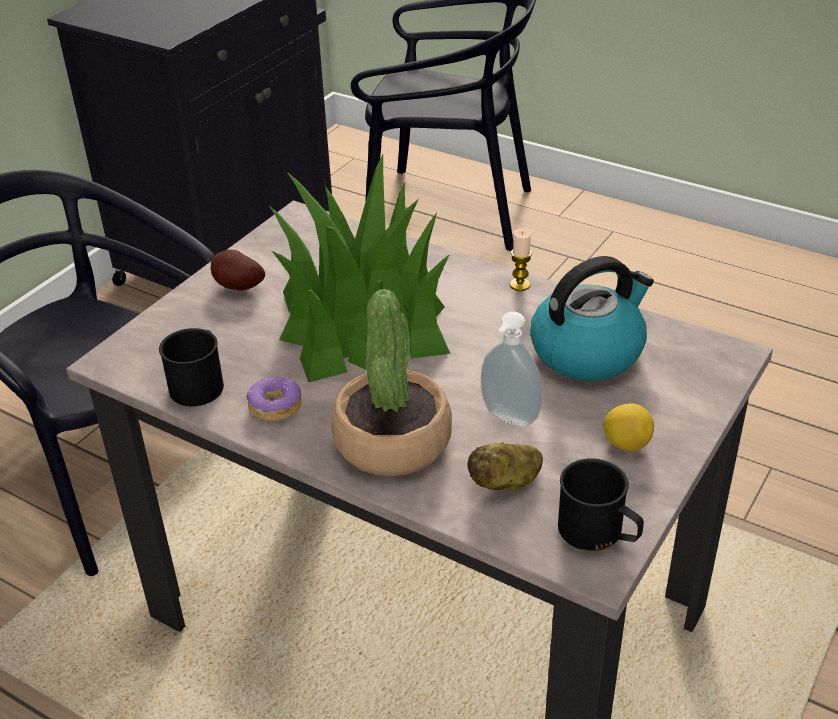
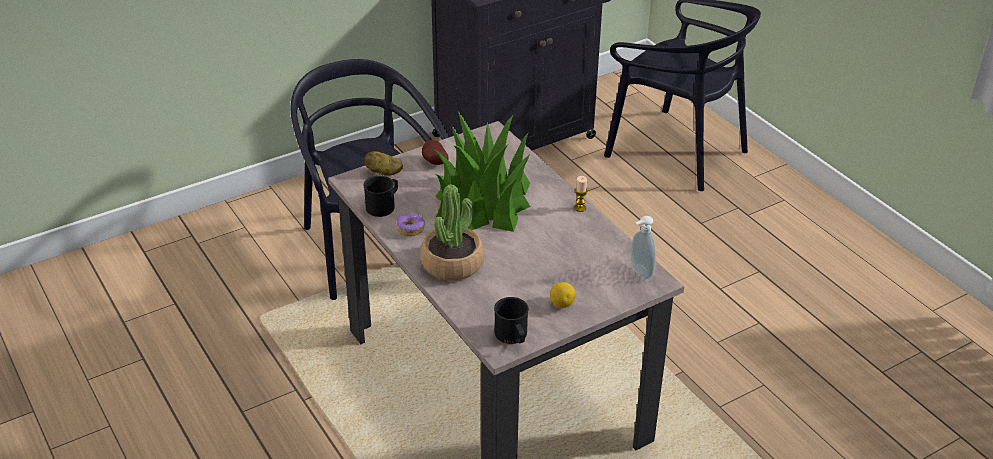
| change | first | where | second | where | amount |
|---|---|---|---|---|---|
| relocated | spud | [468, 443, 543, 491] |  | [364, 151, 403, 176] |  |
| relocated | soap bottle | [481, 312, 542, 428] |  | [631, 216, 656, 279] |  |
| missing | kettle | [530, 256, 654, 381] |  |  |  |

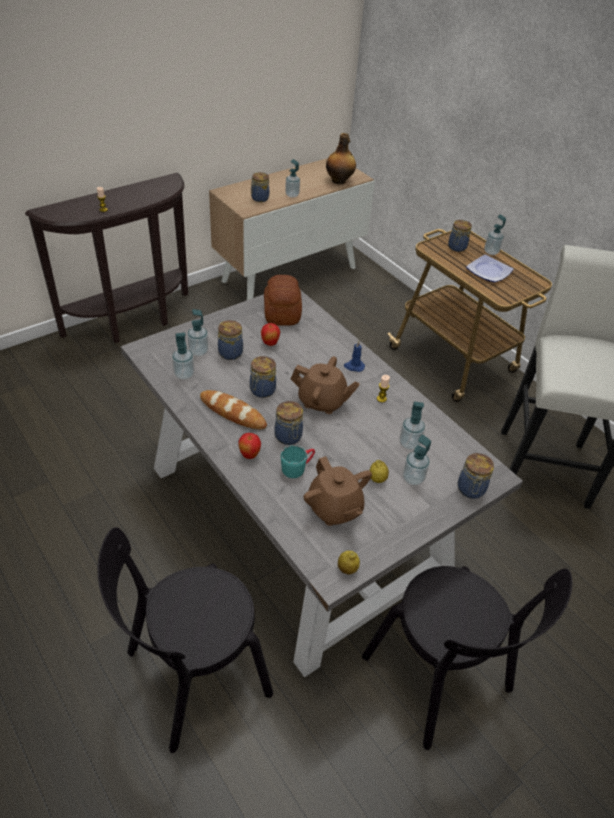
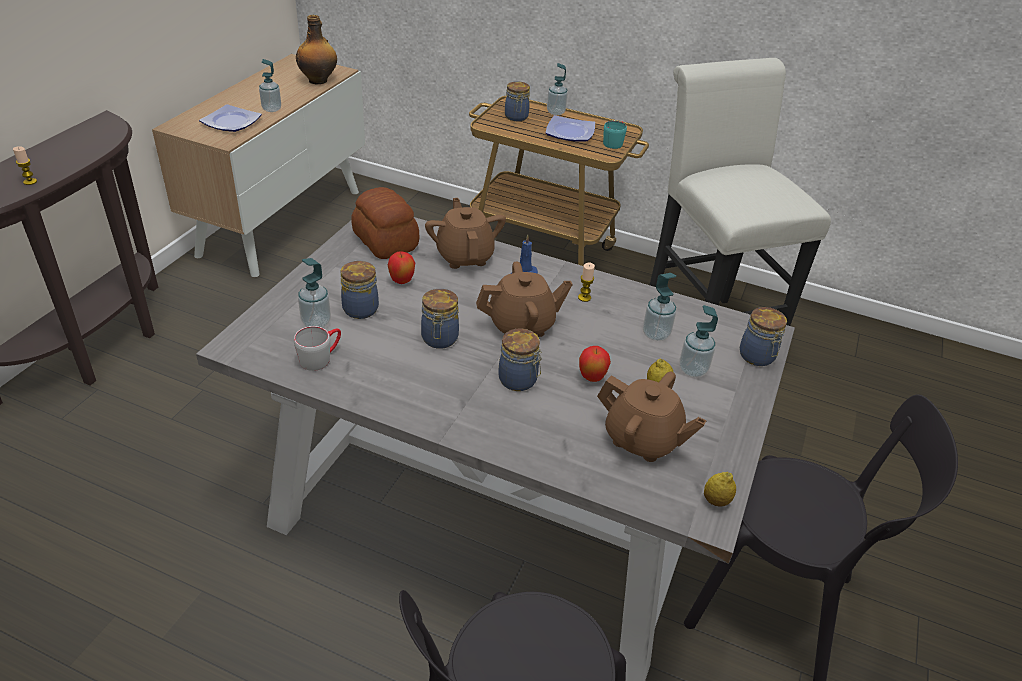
| change | first | where | second | where | amount |
|---|---|---|---|---|---|
| exchanged | jar | [250, 172, 269, 202] | dinner plate | [199, 104, 262, 132] |  |
| exchanged | soap bottle | [172, 332, 194, 380] | gray coffee mug | [294, 326, 341, 371] |  |
| appeared |  |  | brown-coloured teapot | [425, 198, 506, 269] |  |
| relocated | apple fruit | [238, 433, 261, 459] |  | [579, 346, 611, 382] |  |
| relocated | blue-green coffee mug | [281, 445, 315, 478] |  | [603, 121, 627, 149] |  |
| missing | bread | [200, 390, 267, 429] |  |  |  |

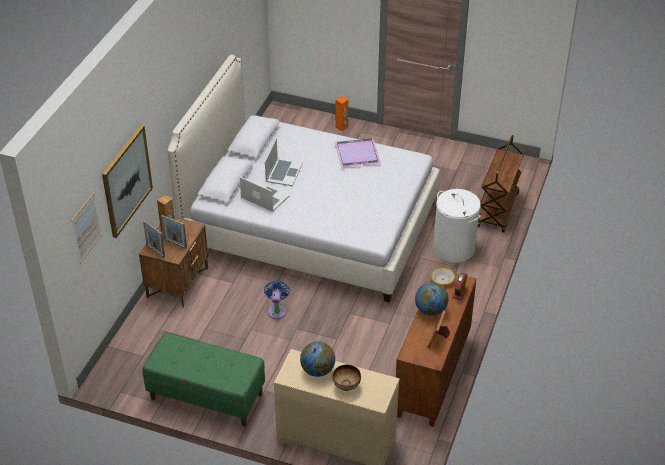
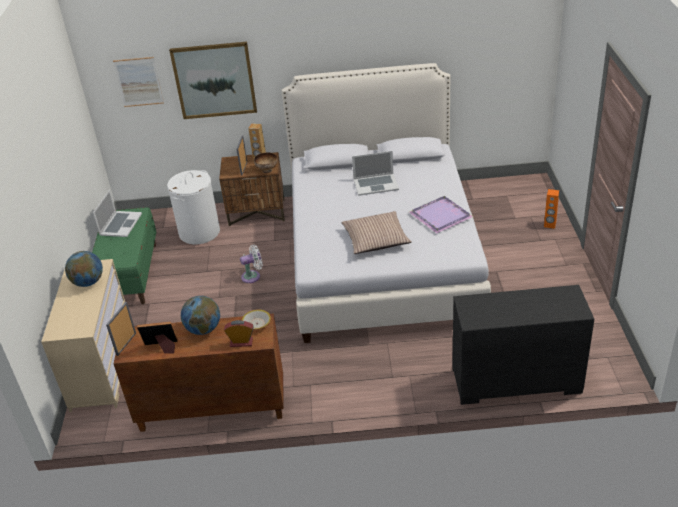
| change | first | where | second | where | amount |
|---|---|---|---|---|---|
| relocated | portable computer | [240, 177, 289, 212] |  | [93, 190, 142, 237] |  |
| relocated | picture frame | [143, 221, 165, 258] |  | [106, 302, 136, 356] |  |
| relocated | whitish washing basket | [433, 189, 481, 263] |  | [167, 170, 220, 244] |  |
| colour | blue-coloured fan | [264, 280, 290, 319] | whitish fan | [240, 245, 263, 283] |  |
| relocated | serving bowl | [332, 365, 361, 391] |  | [254, 152, 278, 173] |  |
| appeared |  |  | cushion | [341, 211, 412, 254] |  |
| exchanged | brown-coloured cart | [478, 135, 524, 233] | black-coloured chest of drawers | [452, 285, 594, 405] |  |

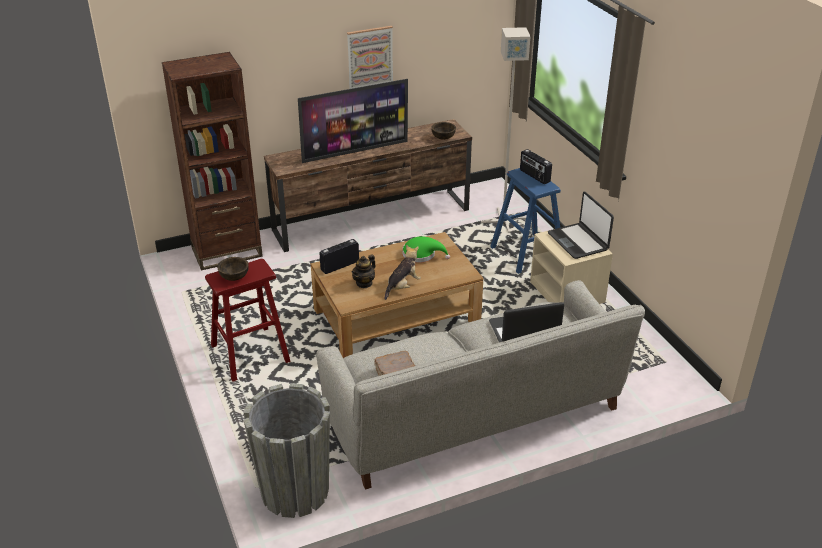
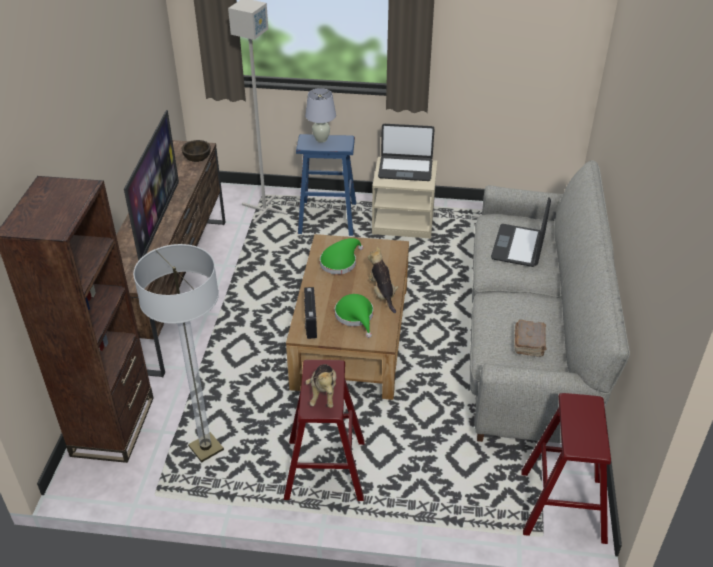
| change | first | where | second | where | amount |
|---|---|---|---|---|---|
| appeared |  |  | standing lamp | [133, 244, 224, 463] |  |
| exchanged | radio set | [520, 149, 552, 184] | whitish lamp for a table | [305, 88, 336, 143] |  |
| exchanged | brown-coloured serving bowl | [217, 257, 249, 281] | plush toy | [306, 364, 337, 408] |  |
| exchanged | teapot | [351, 254, 376, 288] | greenish clothing hat | [335, 294, 373, 338] |  |
| exchanged | gray flower pot | [243, 383, 330, 518] | red-coloured stool | [521, 393, 611, 544] |  |
| missing | wall picture | [347, 26, 393, 89] |  |  |  |

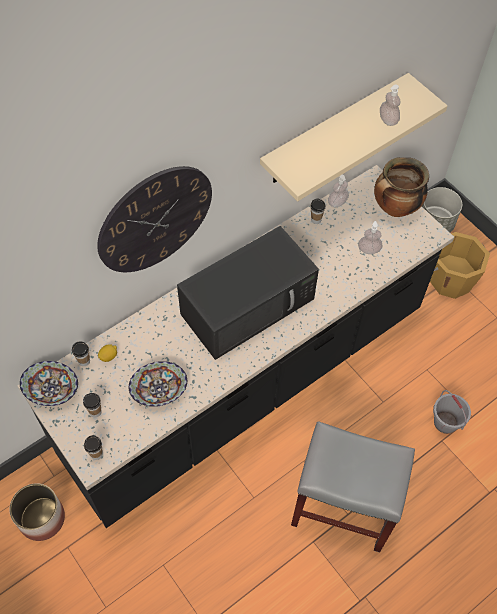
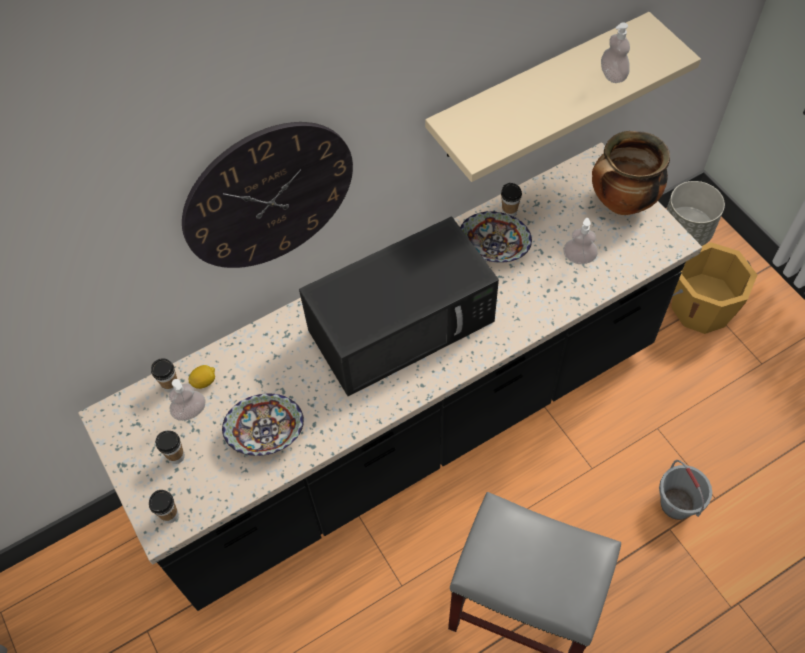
| change | first | where | second | where | amount |
|---|---|---|---|---|---|
| relocated | soap bottle | [328, 175, 349, 207] |  | [169, 379, 206, 421] |  |
| relocated | serving bowl | [20, 361, 78, 406] |  | [460, 211, 532, 263] |  |
| missing | flower pot | [10, 483, 65, 541] |  |  |  |

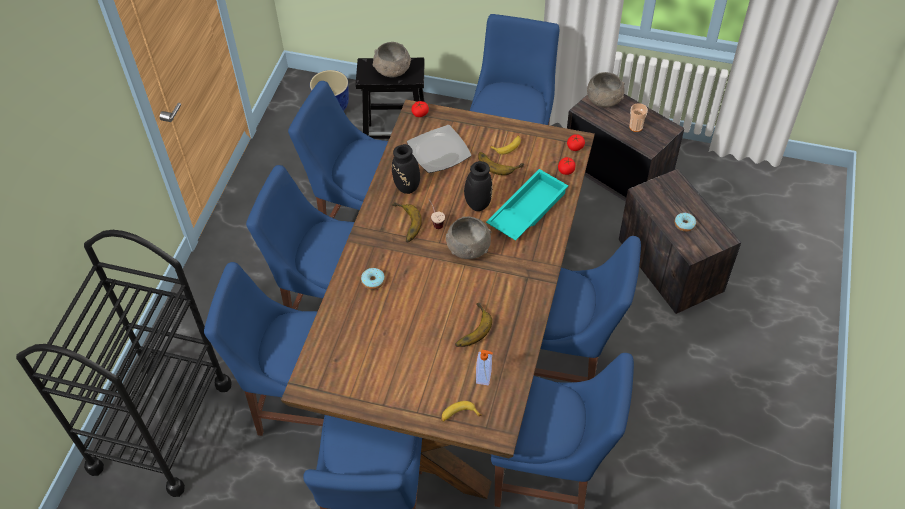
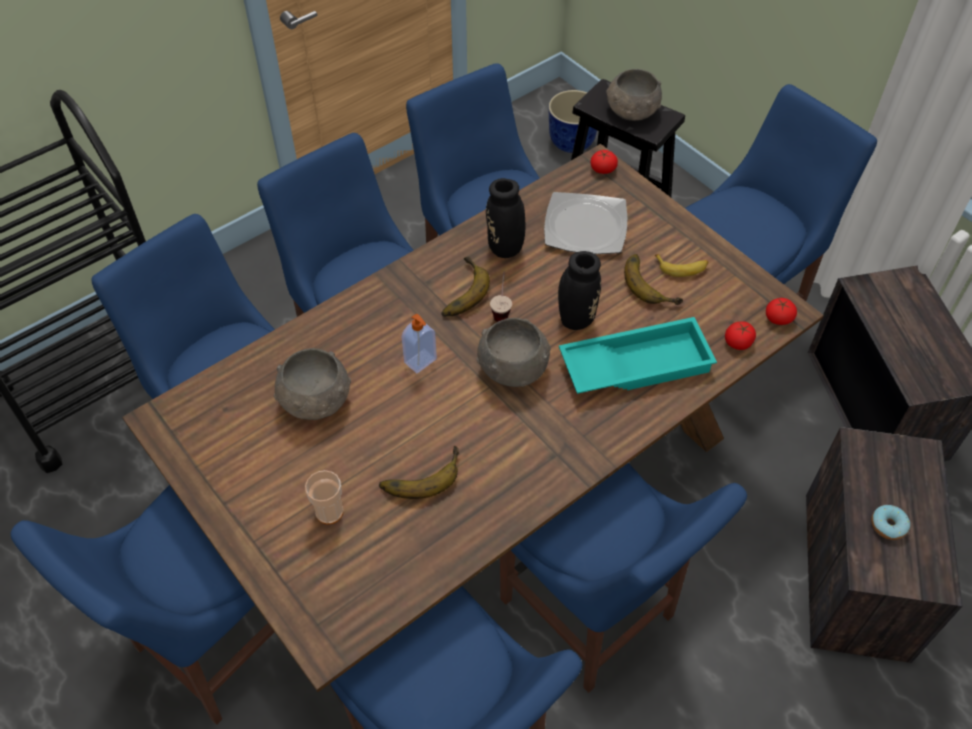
| change | first | where | second | where | amount |
|---|---|---|---|---|---|
| relocated | gray serving bowl | [587, 72, 625, 107] |  | [274, 348, 351, 420] |  |
| relocated | cup | [629, 103, 648, 132] |  | [305, 470, 343, 525] |  |
| relocated | soap bottle | [476, 350, 493, 385] |  | [402, 313, 437, 373] |  |
| missing | ring doughnut | [361, 268, 385, 290] |  |  |  |
| missing | whole banana | [441, 401, 481, 422] |  |  |  |

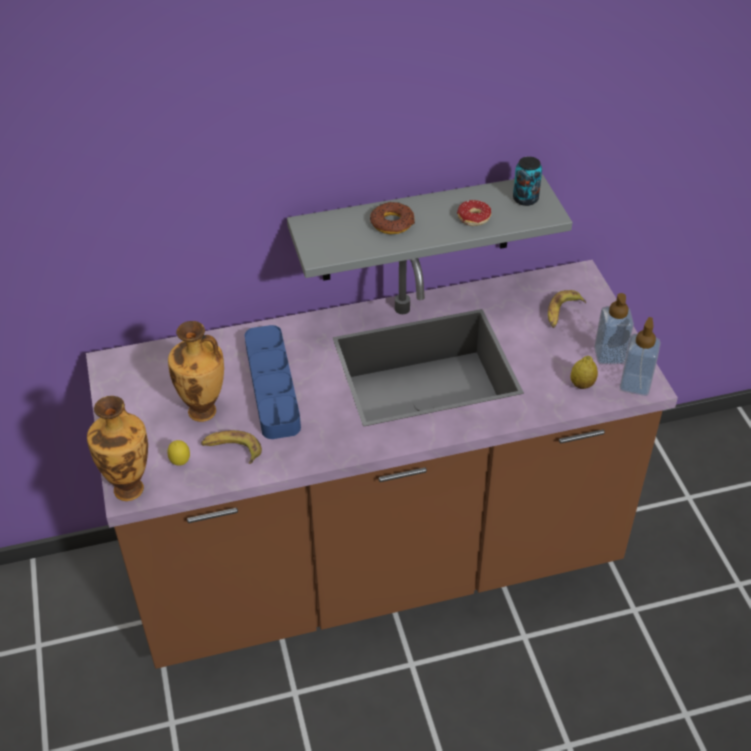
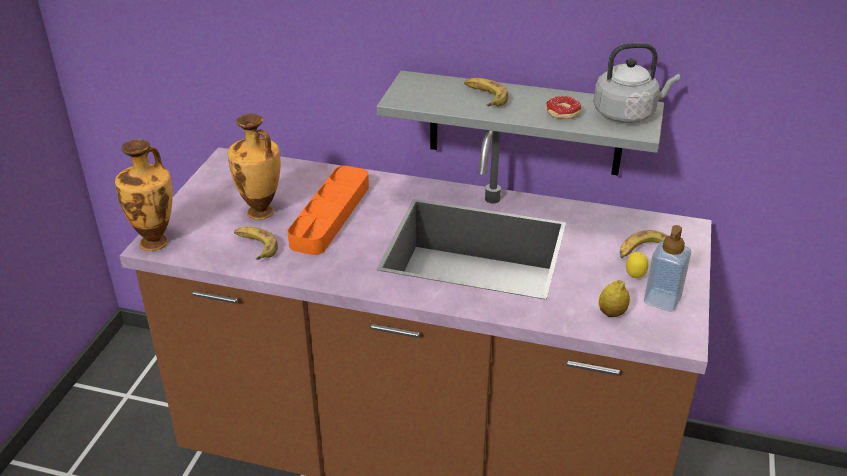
| change | first | where | second | where | amount |
|---|---|---|---|---|---|
| colour | blue-coloured carrying tray | [245, 325, 301, 439] | orangey carrying tray | [287, 166, 369, 255] |  |
| exchanged | ring doughnut | [370, 202, 415, 234] | whole banana | [464, 78, 508, 107] |  |
| exchanged | sealed can | [513, 156, 542, 206] | gray kettle | [594, 43, 680, 123] |  |
| relocated | lemon | [167, 440, 190, 466] |  | [626, 252, 648, 278] |  |
| missing | soap bottle | [620, 317, 661, 396] |  |  |  |

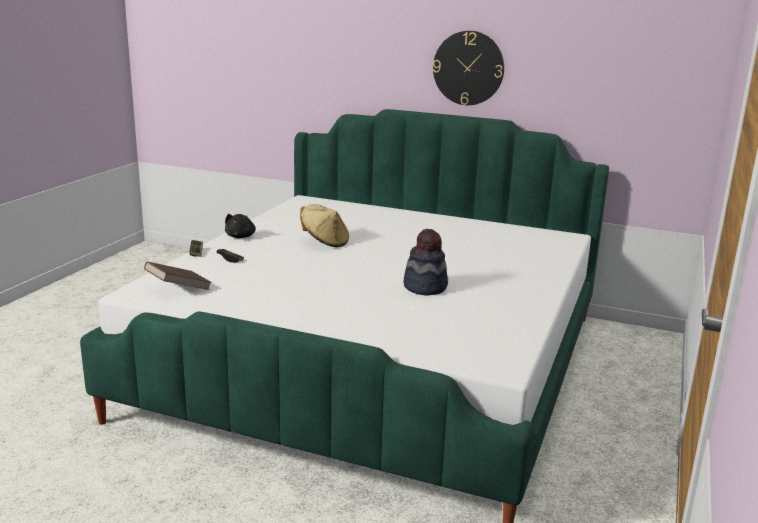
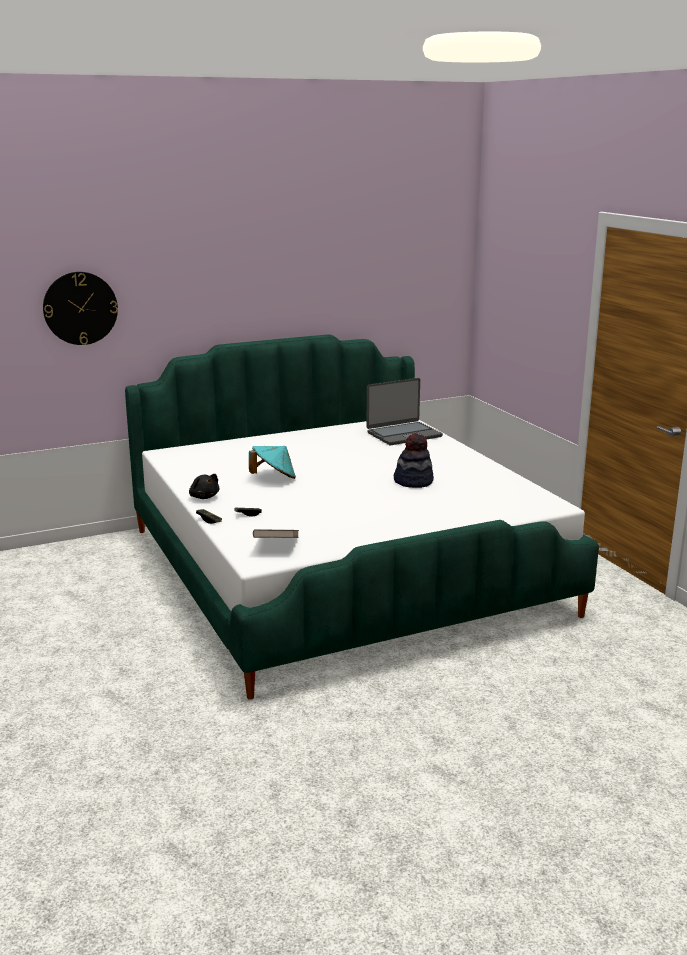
| change | first | where | second | where | amount |
|---|---|---|---|---|---|
| relocated | hanging clock | [433, 31, 504, 105] |  | [43, 272, 118, 345] |  |
| colour | sand-coloured clothing hat | [300, 204, 349, 247] | blue-green clothing hat | [249, 446, 296, 479] |  |
| appeared |  |  | portable computer | [366, 378, 443, 445] |  |

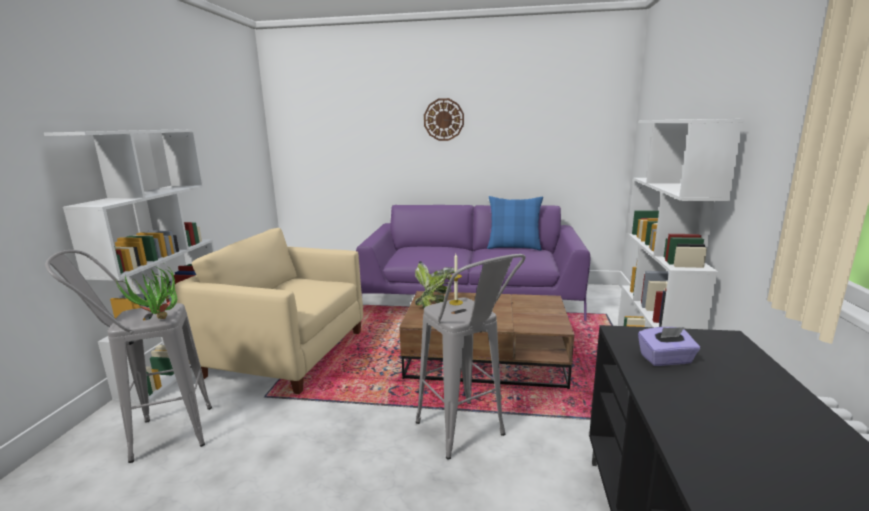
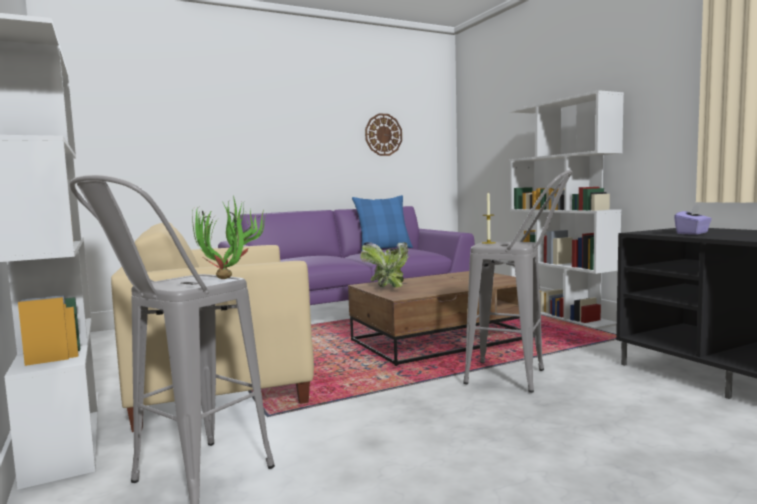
| change | first | where | second | where | amount |
|---|---|---|---|---|---|
| relocated | hanging clock | [424, 98, 464, 141] |  | [365, 114, 402, 156] |  |

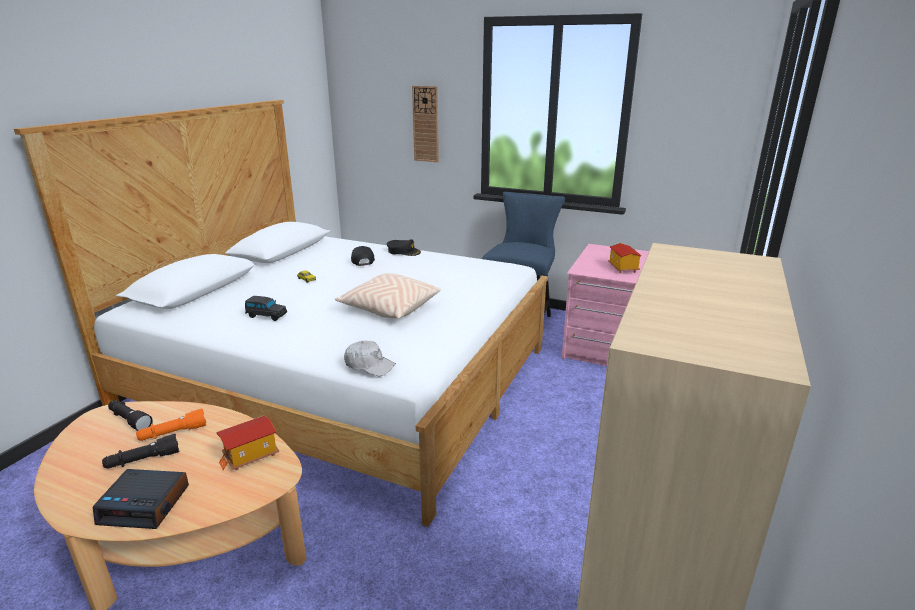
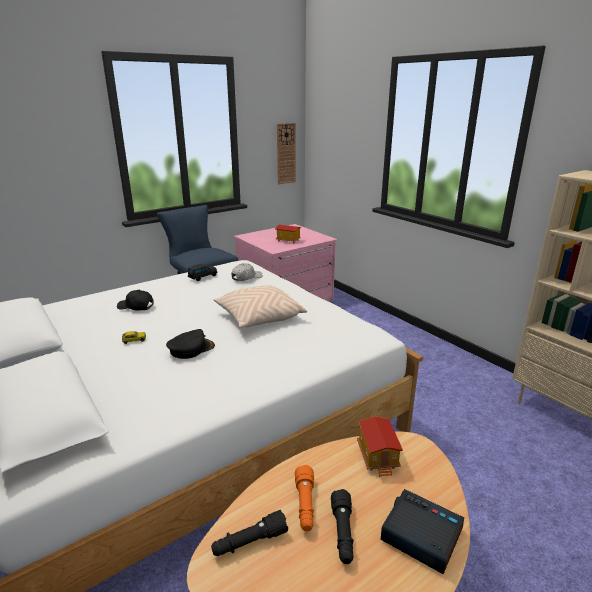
| change | first | where | second | where | amount |
|---|---|---|---|---|---|
| relocated | black-coloured cap | [387, 239, 421, 256] |  | [166, 329, 215, 359] |  |
| relocated | black-coloured toy car | [245, 296, 287, 321] |  | [188, 264, 217, 281] |  |
| relocated | whitish cap | [344, 340, 396, 376] |  | [231, 263, 262, 281] |  |
| relocated | hanging clock | [412, 86, 439, 162] |  | [277, 123, 296, 184] |  |
| spun | table clock | [93, 469, 189, 529] |  | [381, 489, 464, 574] | 90 degrees counterclockwise |

